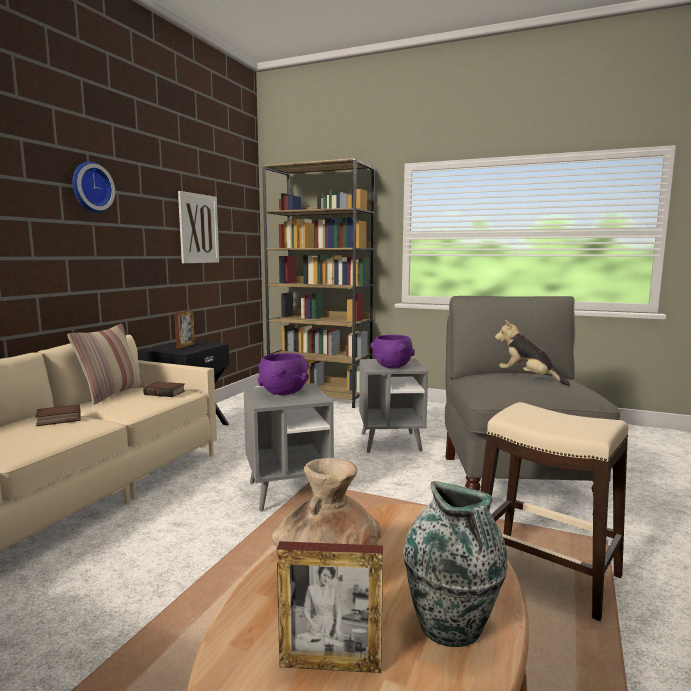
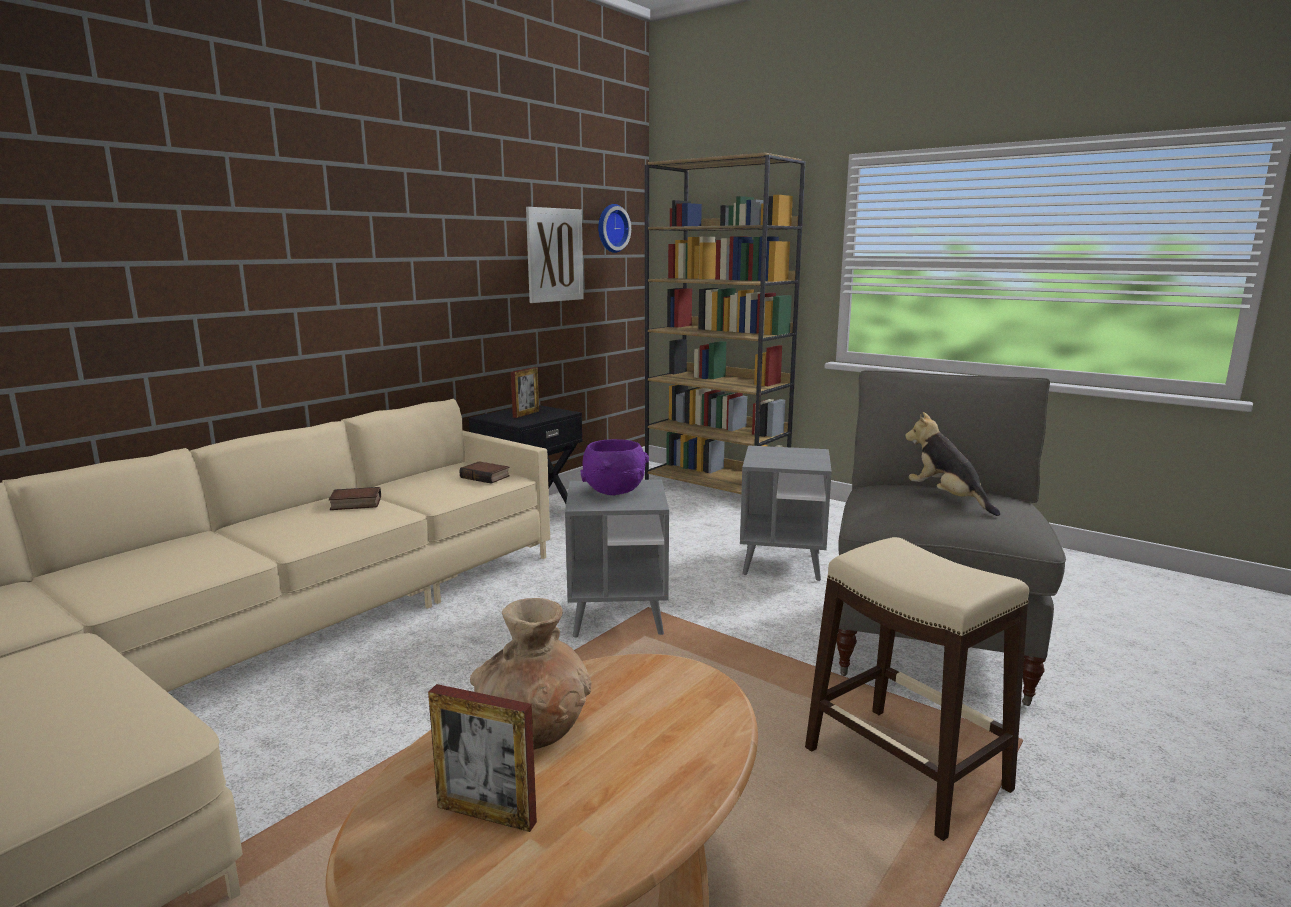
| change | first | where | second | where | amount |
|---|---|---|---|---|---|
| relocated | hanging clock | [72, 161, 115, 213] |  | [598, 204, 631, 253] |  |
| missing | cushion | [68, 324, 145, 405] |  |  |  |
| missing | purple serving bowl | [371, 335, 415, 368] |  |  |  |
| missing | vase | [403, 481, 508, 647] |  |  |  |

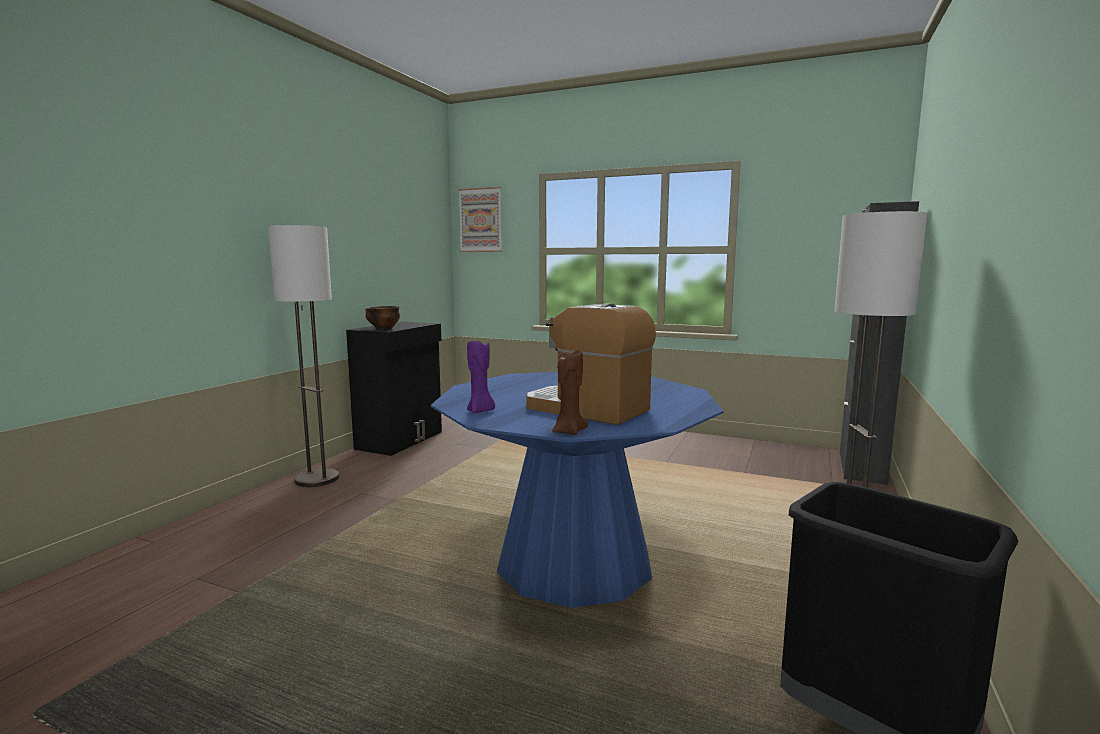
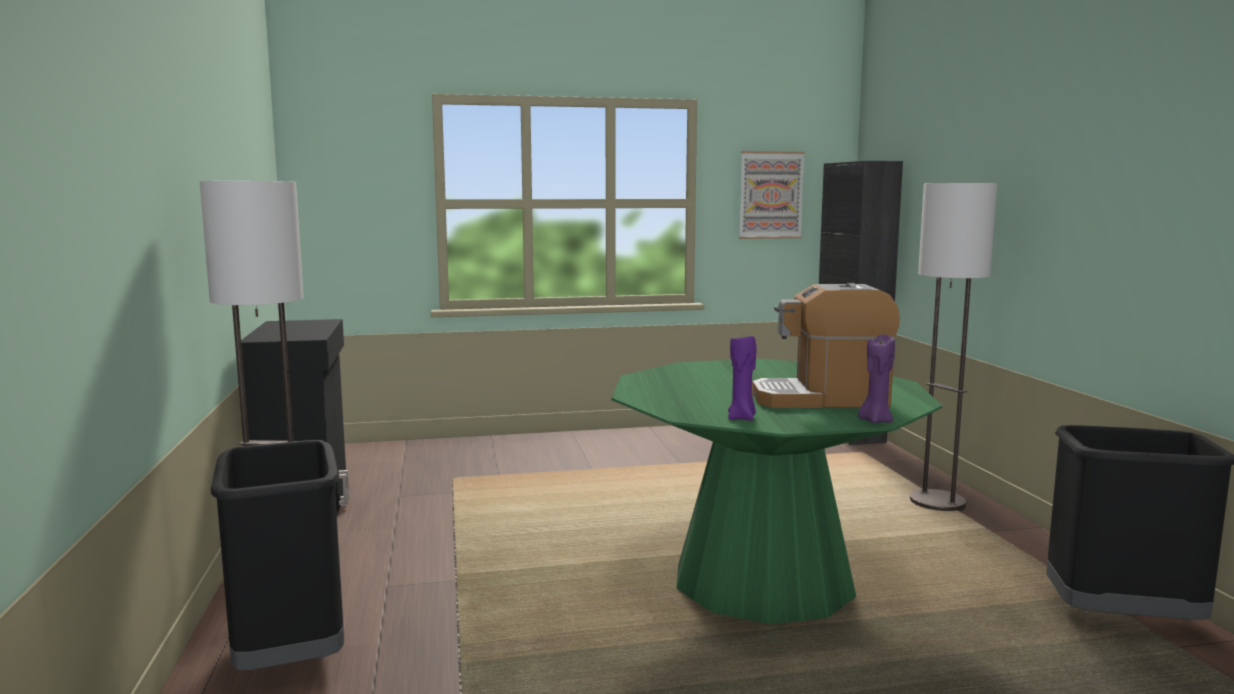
| change | first | where | second | where | amount |
|---|---|---|---|---|---|
| appeared |  |  | black-coloured waste bin | [211, 440, 344, 670] |  |
| colour | blue-coloured kitchen table | [431, 372, 724, 608] | greenish kitchen table | [611, 359, 942, 624] |  |
| relocated | wall picture | [458, 187, 502, 252] |  | [739, 151, 805, 239] |  |
| colour | brown-coloured candle | [552, 350, 588, 435] | purple candle | [858, 335, 895, 423] |  |
| missing | serving bowl | [365, 306, 400, 329] |  |  |  |

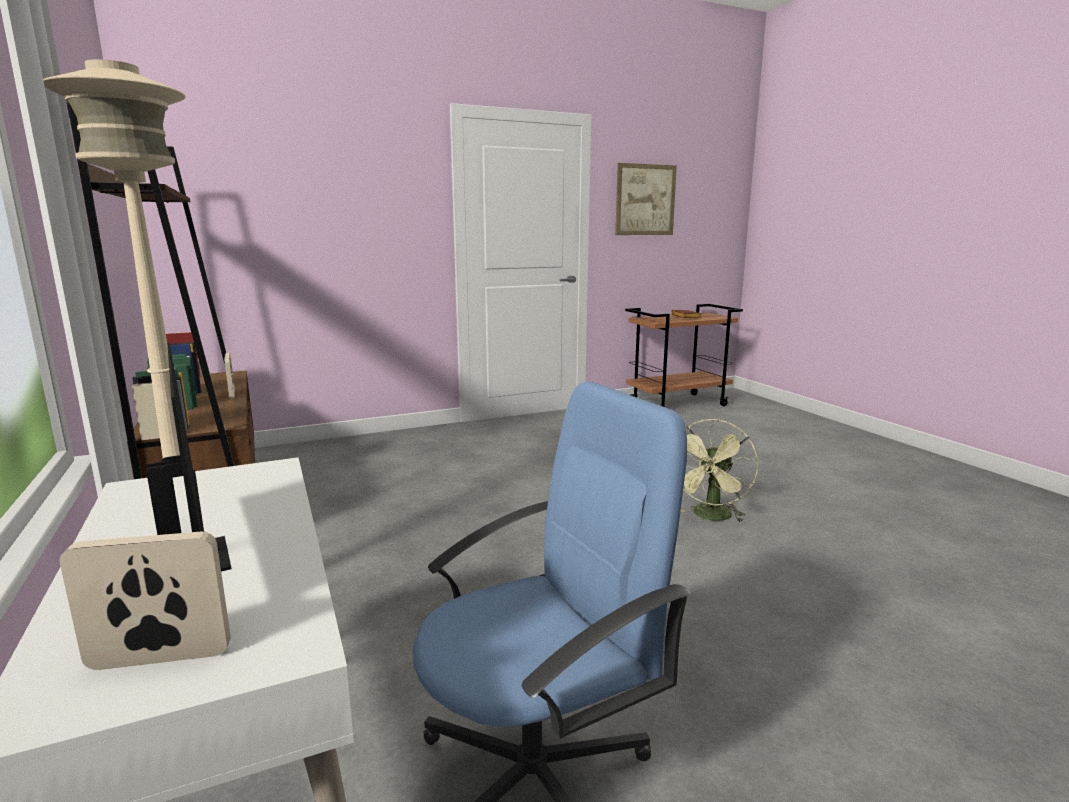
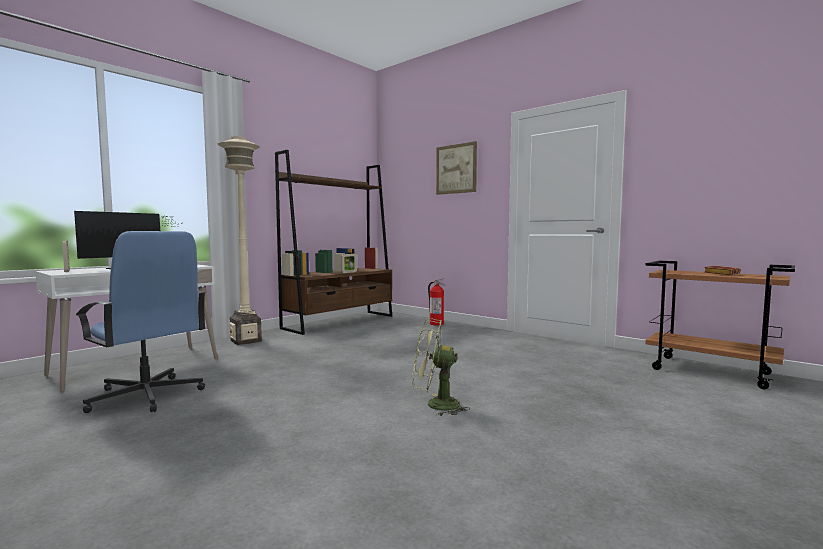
| change | first | where | second | where | amount |
|---|---|---|---|---|---|
| appeared |  |  | extinguisher | [428, 278, 445, 325] |  |
| relocated | wall picture | [615, 163, 677, 235] |  | [436, 141, 477, 195] |  |

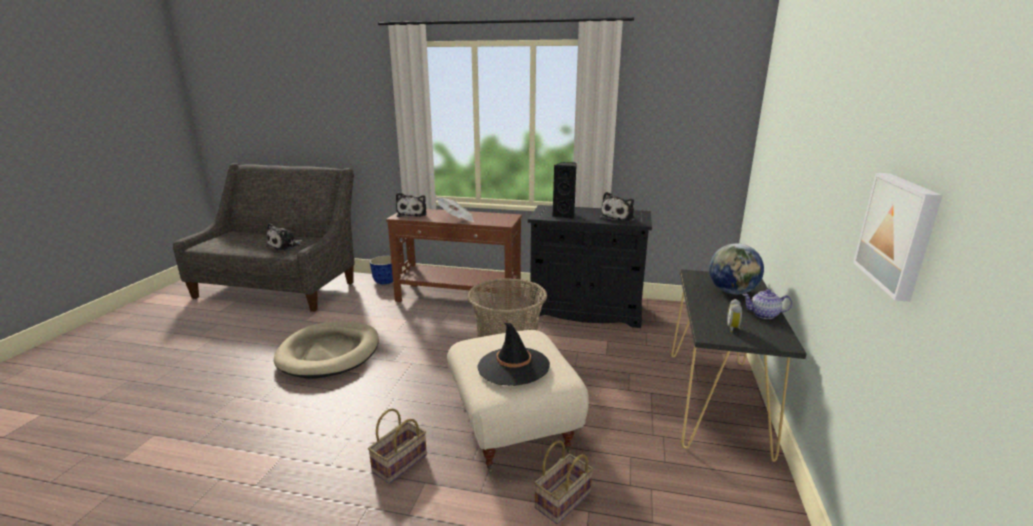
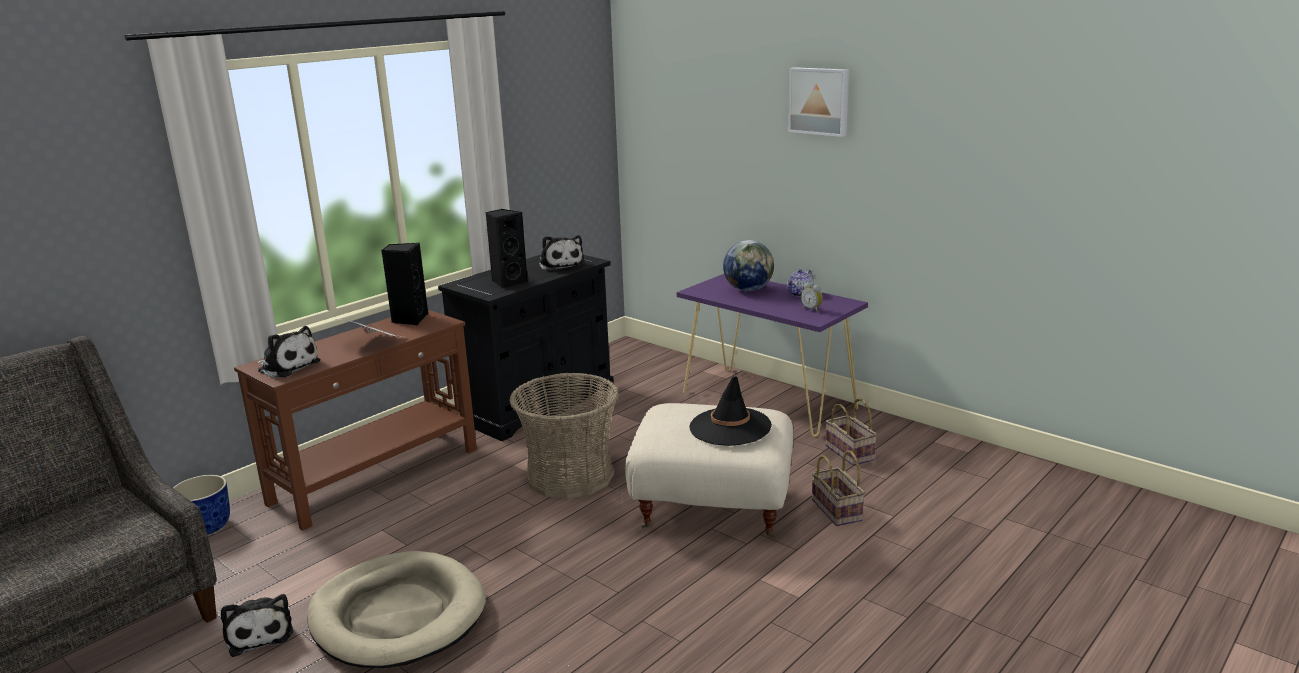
| change | first | where | second | where | amount |
|---|---|---|---|---|---|
| relocated | plush toy | [266, 223, 303, 251] |  | [221, 594, 293, 657] |  |
| appeared |  |  | black-coloured loudspeaker | [381, 243, 428, 325] |  |
| colour | black-coloured narrow table | [671, 269, 807, 462] | purple narrow table | [677, 274, 868, 437] |  |
| relocated | wall picture | [853, 173, 943, 302] |  | [788, 67, 849, 137] |  |
| relocated | storage basket | [368, 409, 427, 484] |  | [826, 398, 877, 466] |  |

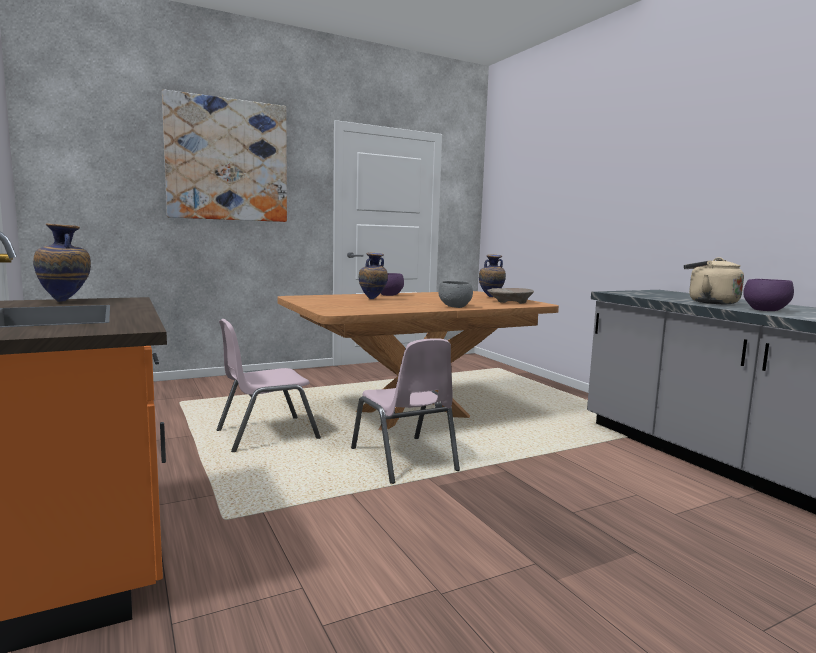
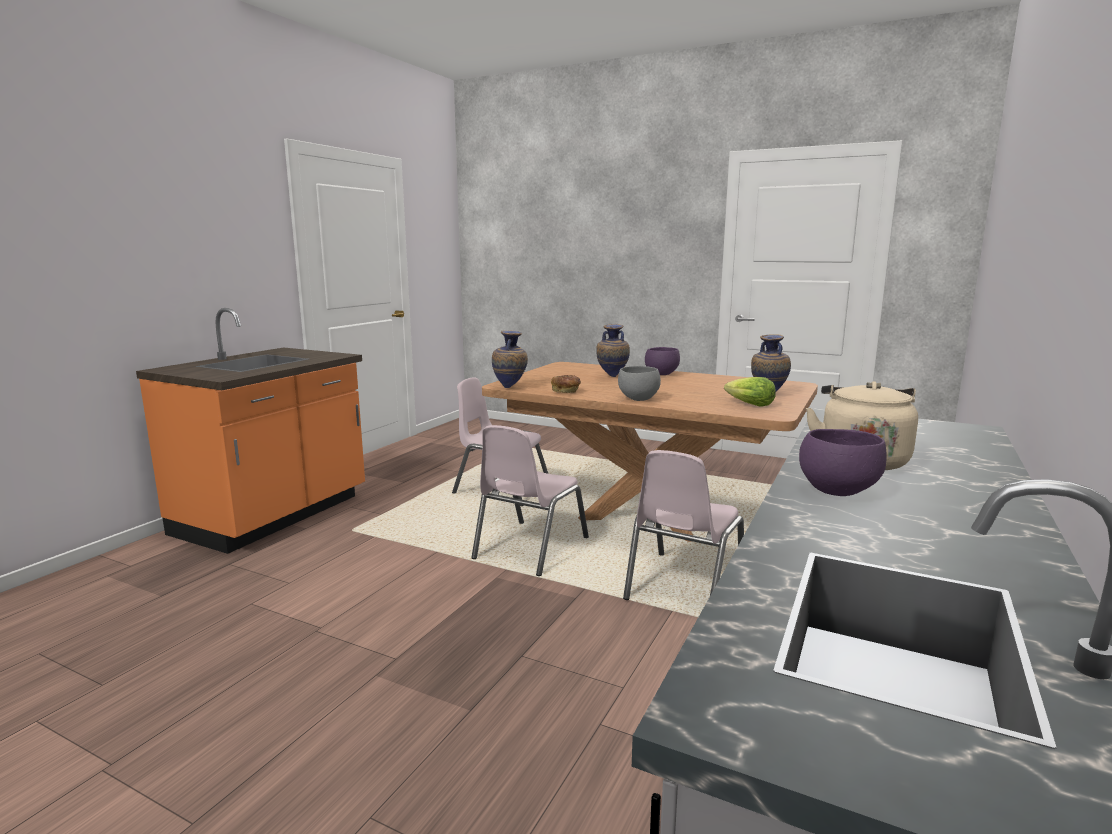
| change | first | where | second | where | amount |
|---|---|---|---|---|---|
| relocated | vase | [33, 223, 91, 302] |  | [492, 331, 528, 388] |  |
| appeared |  |  | bread | [551, 375, 581, 393] |  |
| appeared |  |  | pinkish upright chair | [623, 450, 744, 600] |  |
| exchanged | sand-coloured serving bowl | [487, 288, 534, 304] | head of lettuce | [724, 377, 776, 406] |  |
| missing | wall picture | [162, 89, 287, 222] |  |  |  |

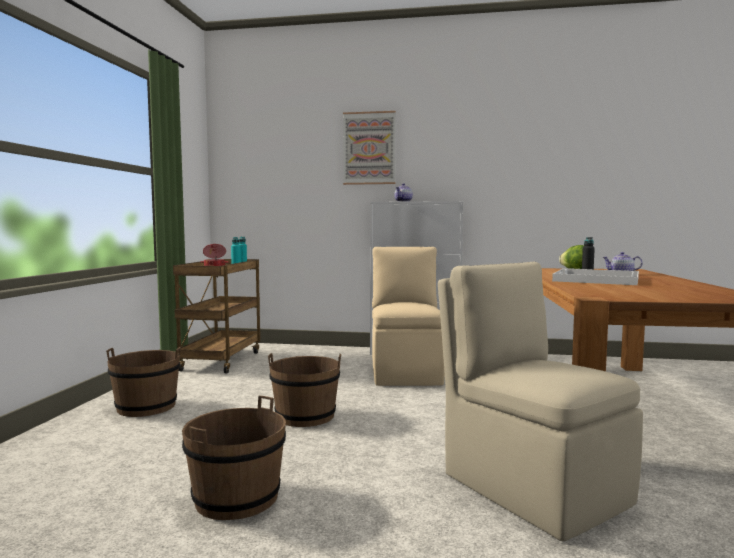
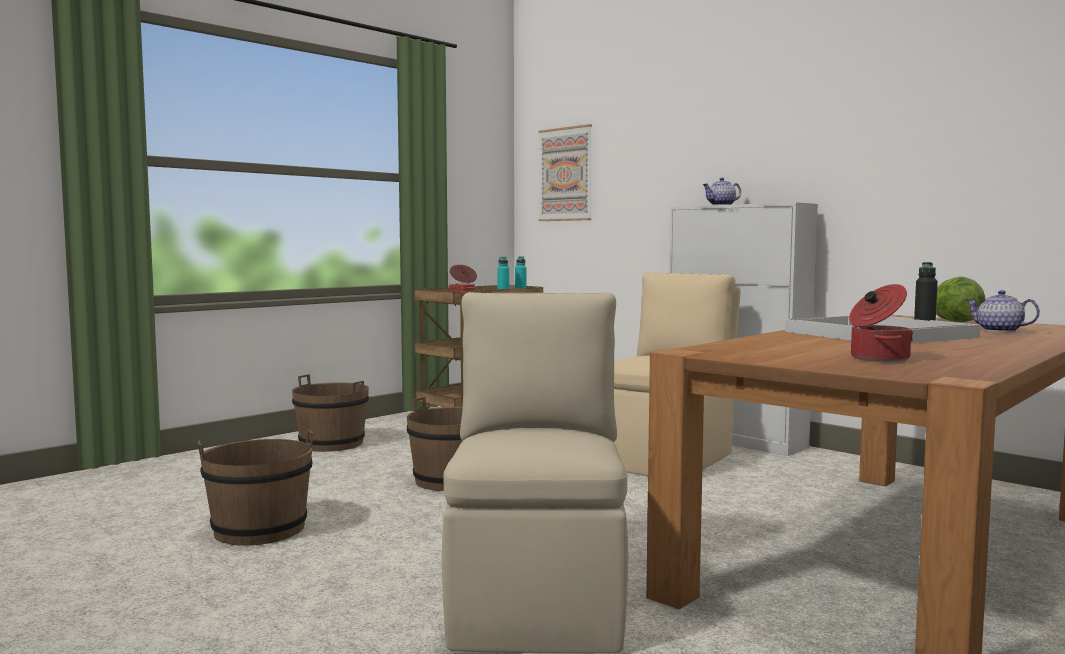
| change | first | where | second | where | amount |
|---|---|---|---|---|---|
| relocated | wall picture | [343, 111, 396, 185] |  | [538, 124, 592, 221] |  |
| appeared |  |  | stockpot | [849, 284, 913, 362] |  |

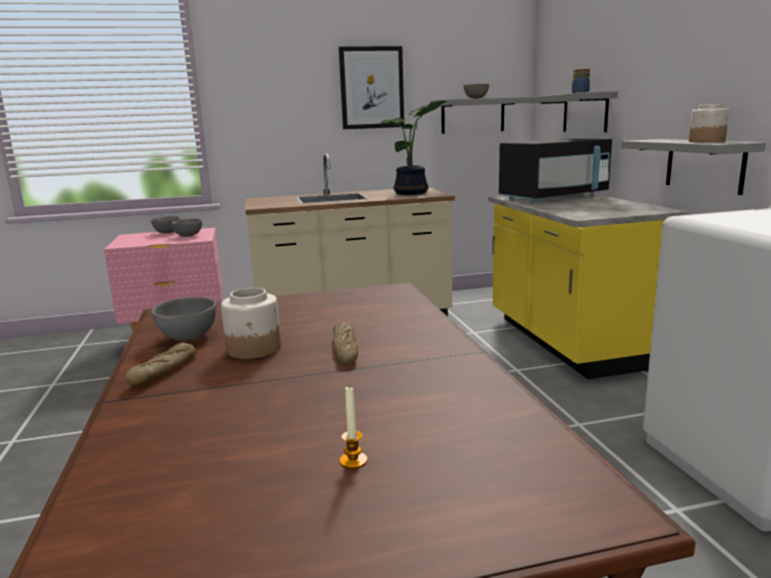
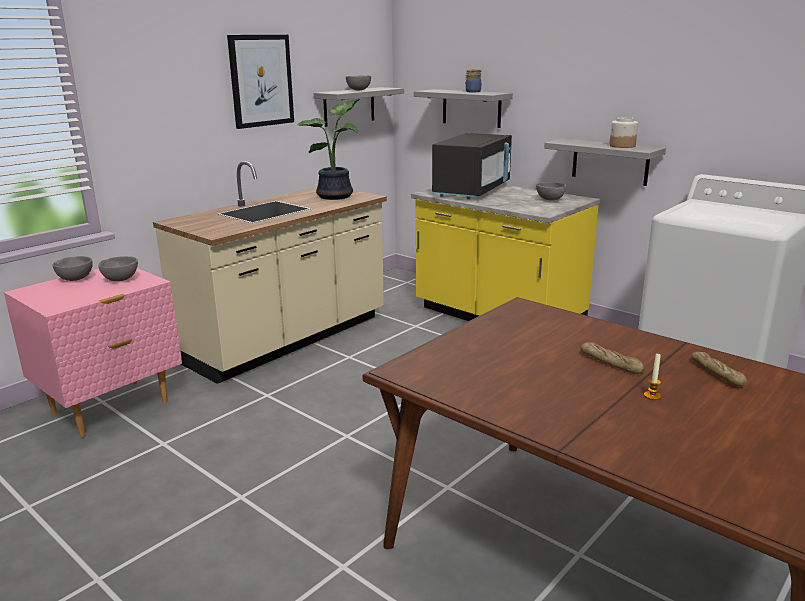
| change | first | where | second | where | amount |
|---|---|---|---|---|---|
| relocated | gray serving bowl | [152, 297, 216, 341] |  | [536, 182, 566, 201] |  |
| relocated | candle | [339, 386, 367, 469] |  | [644, 354, 661, 400] |  |
| relocated | bread | [125, 343, 196, 386] |  | [691, 352, 747, 386] |  |
| missing | jar | [221, 288, 281, 359] |  |  |  |

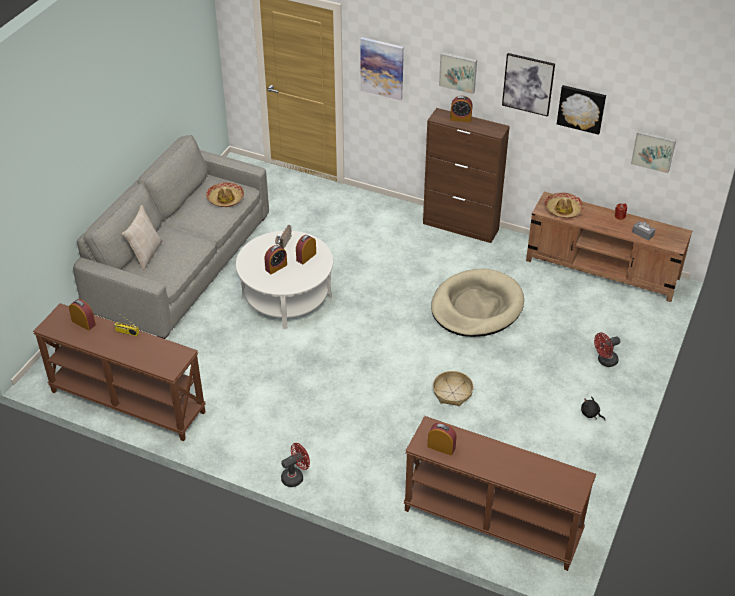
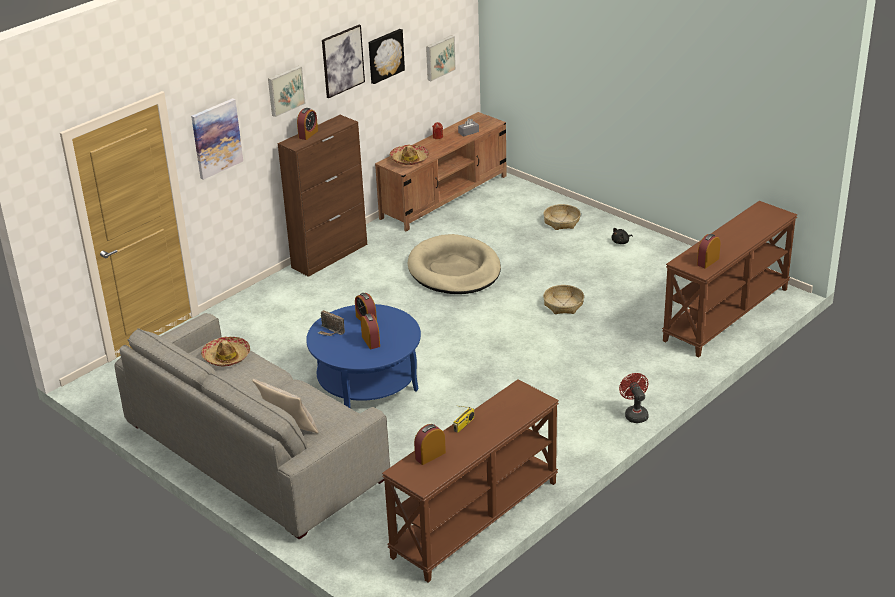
| change | first | where | second | where | amount |
|---|---|---|---|---|---|
| colour | whitish coffee table | [236, 231, 333, 329] | blue-coloured coffee table | [306, 304, 421, 408] |  |
| exchanged | red-coloured fan | [594, 332, 620, 367] | storage basket | [543, 204, 581, 230] |  |

